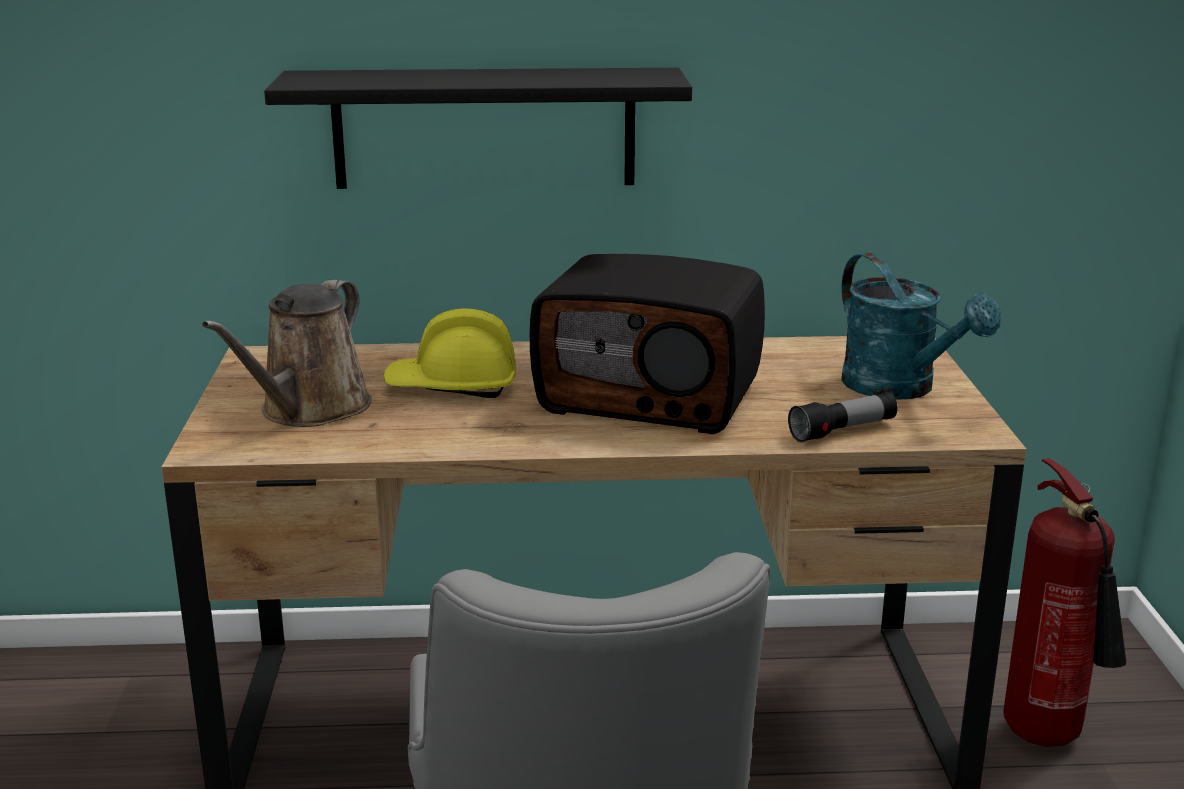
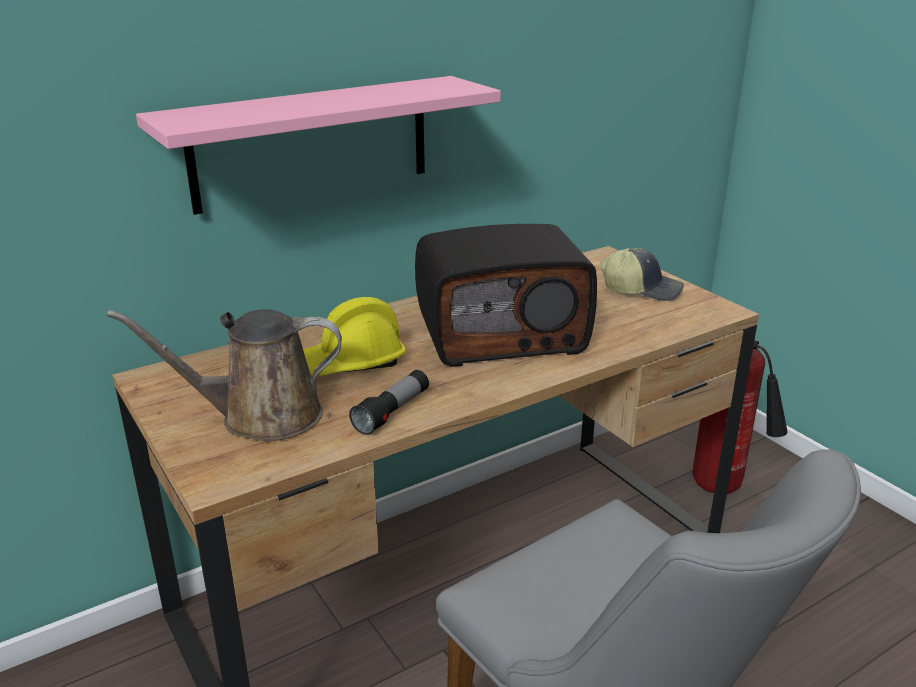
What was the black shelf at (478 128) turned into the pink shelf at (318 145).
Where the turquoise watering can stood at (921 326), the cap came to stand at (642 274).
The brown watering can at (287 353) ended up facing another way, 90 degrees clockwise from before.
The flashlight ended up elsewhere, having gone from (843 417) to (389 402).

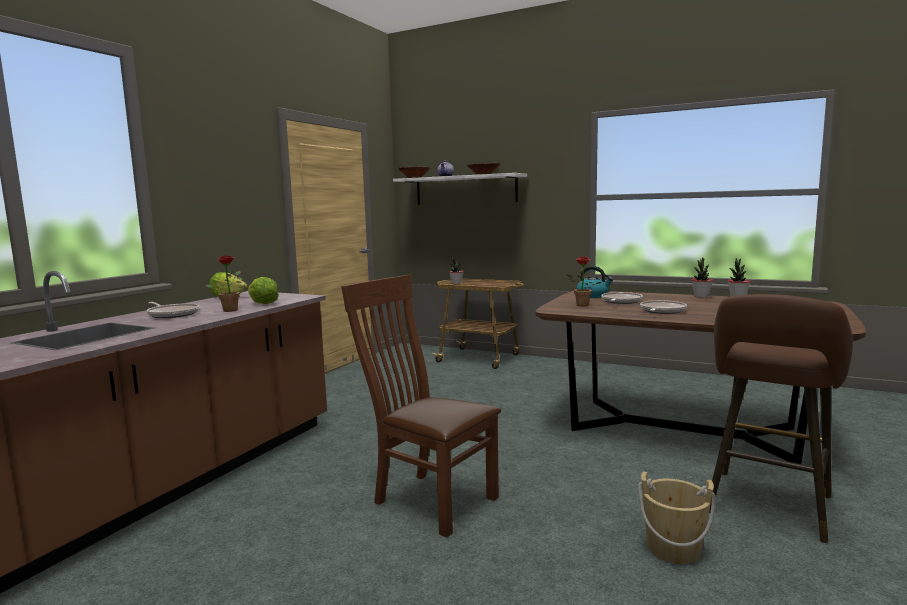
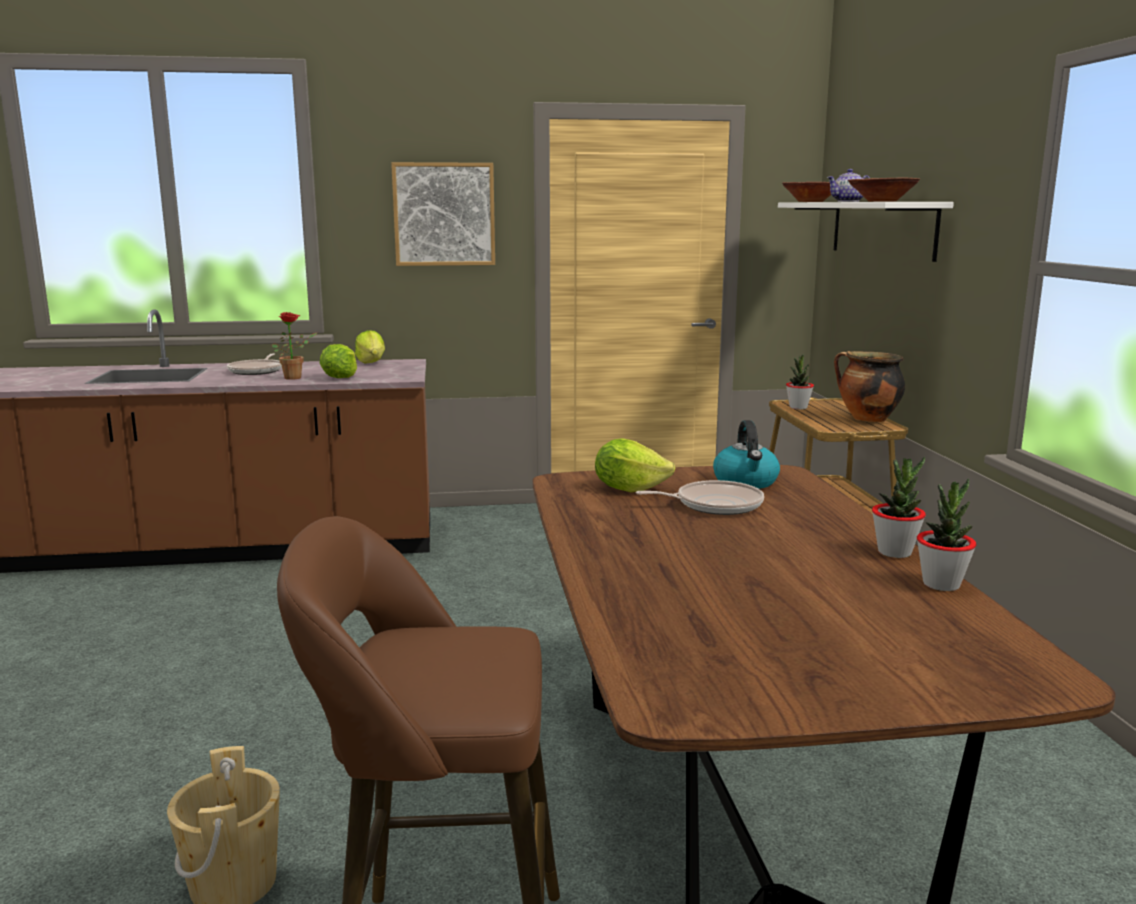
Where the potted plant stood at (584 281), the lettuce came to stand at (635 465).
The second view lost the brown chair at (421 406).
The second view lost the frying pan at (663 307).
The second view gained the picture at (443 214).
The second view gained the cooking pot at (869 386).

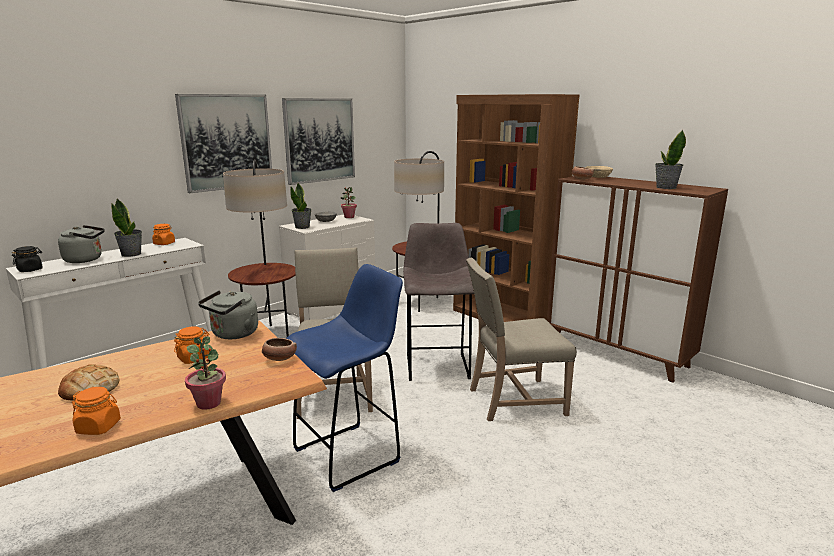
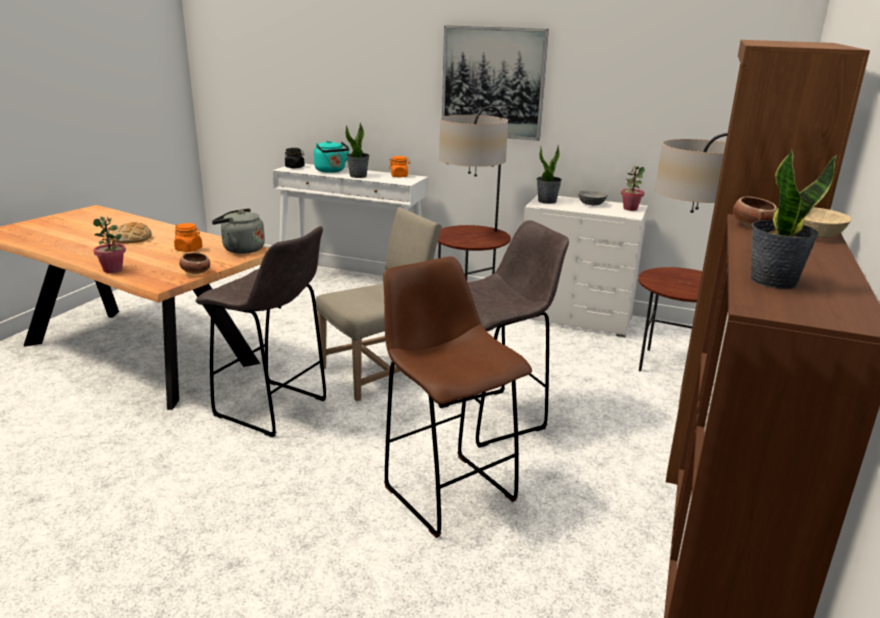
The second view lost the picture at (318 141).
What was the grey kettle at (81 244) turned into the turquoise kettle at (331 156).
Where the beige chair stood at (521 339), the brown stool came to stand at (457 397).
What was the blue stool at (344 378) turned into the grey stool at (261 331).
The second view lost the orange jar at (96 411).

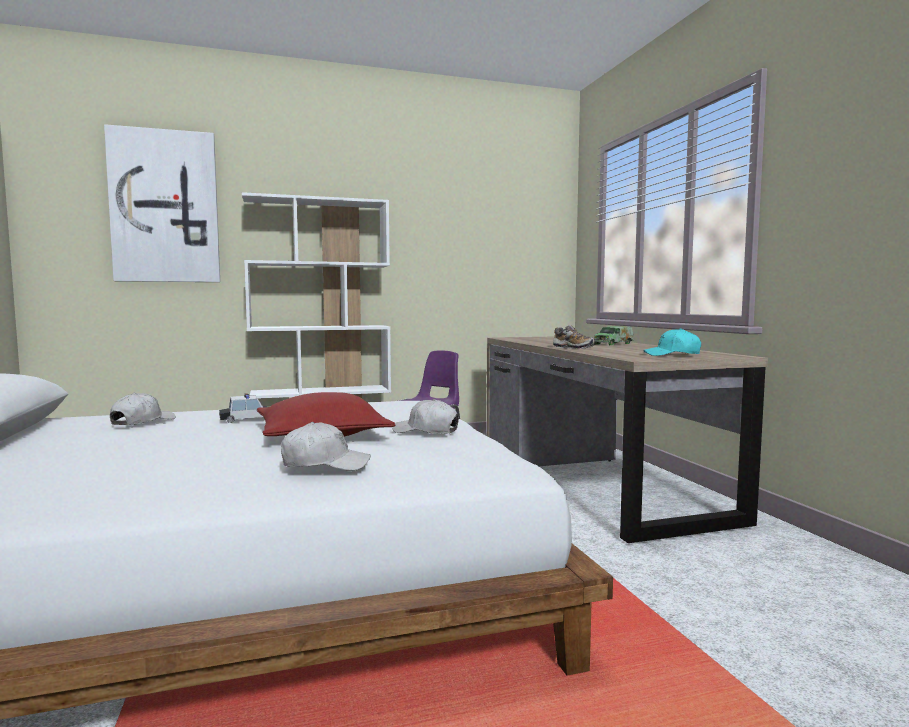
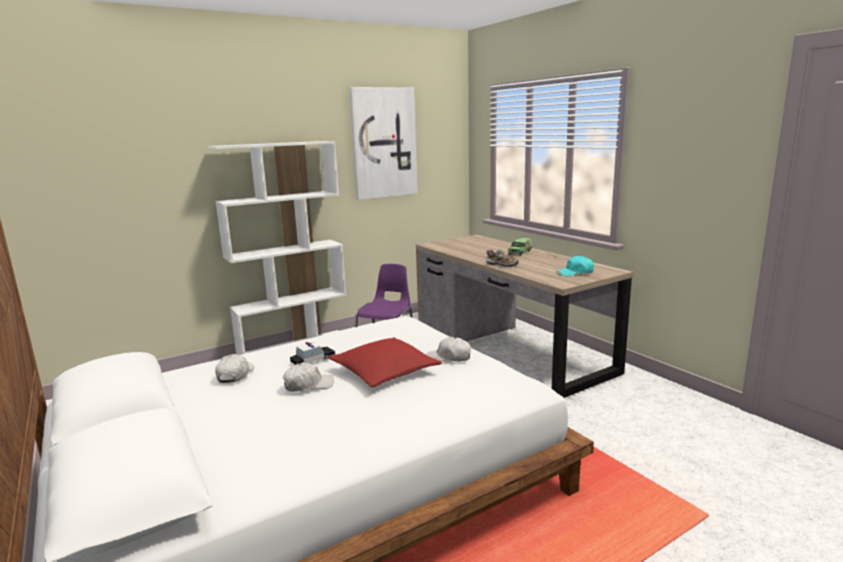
The picture ended up elsewhere, having gone from (162 203) to (383 143).
The white cap ended up elsewhere, having gone from (325 446) to (308 377).

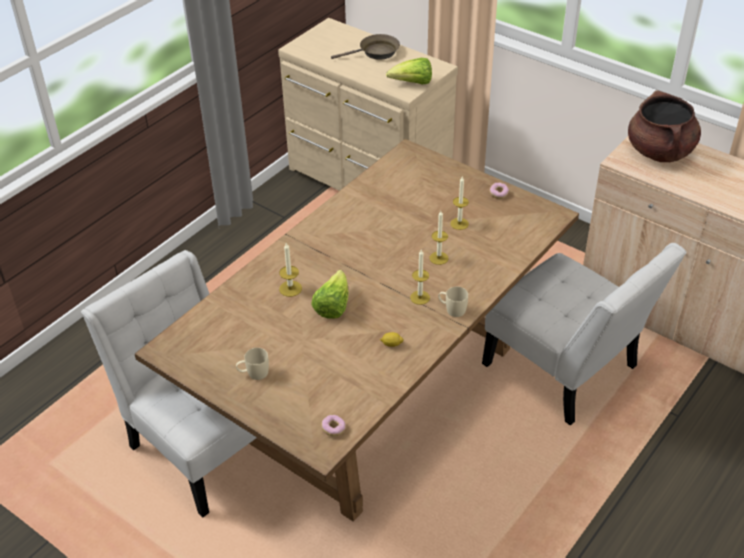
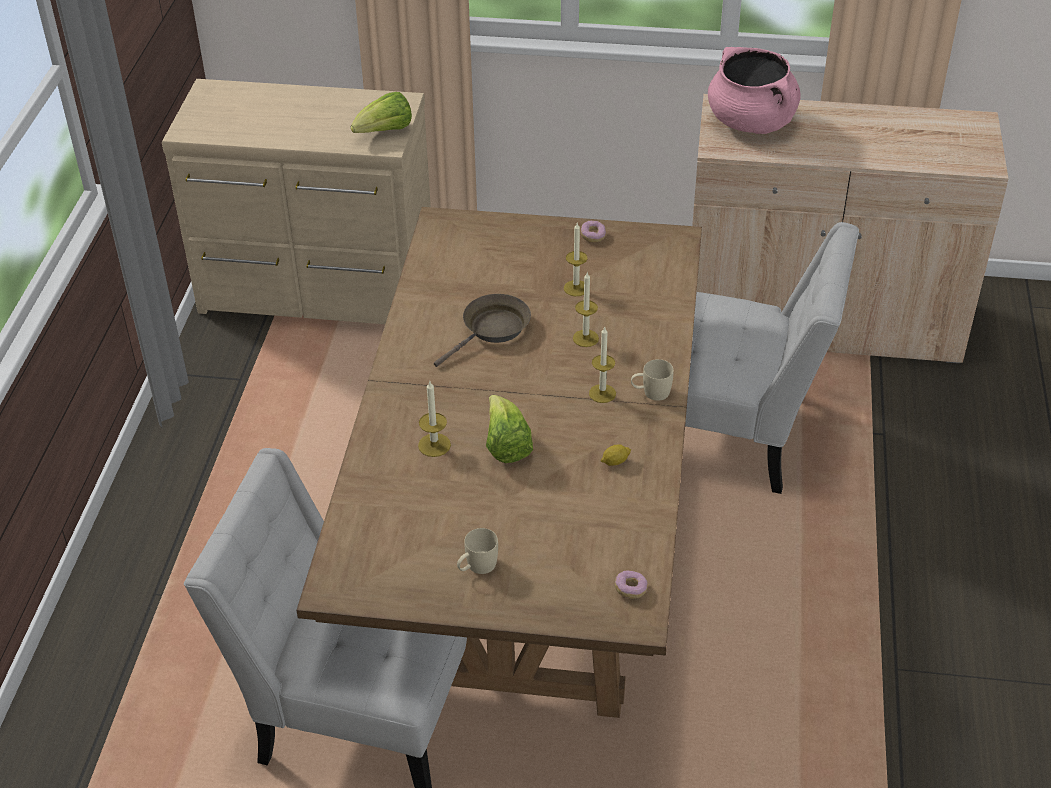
The brown frying pan ended up elsewhere, having gone from (365 47) to (482 330).
What was the brown cooking pot at (664 126) turned into the pink cooking pot at (754 90).

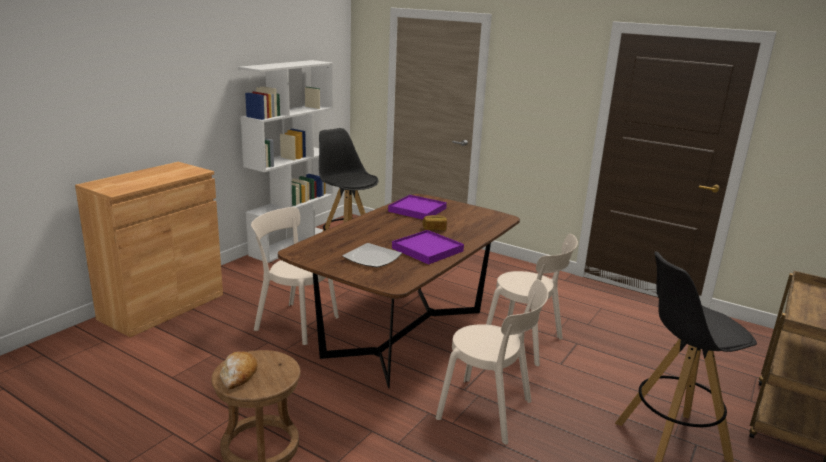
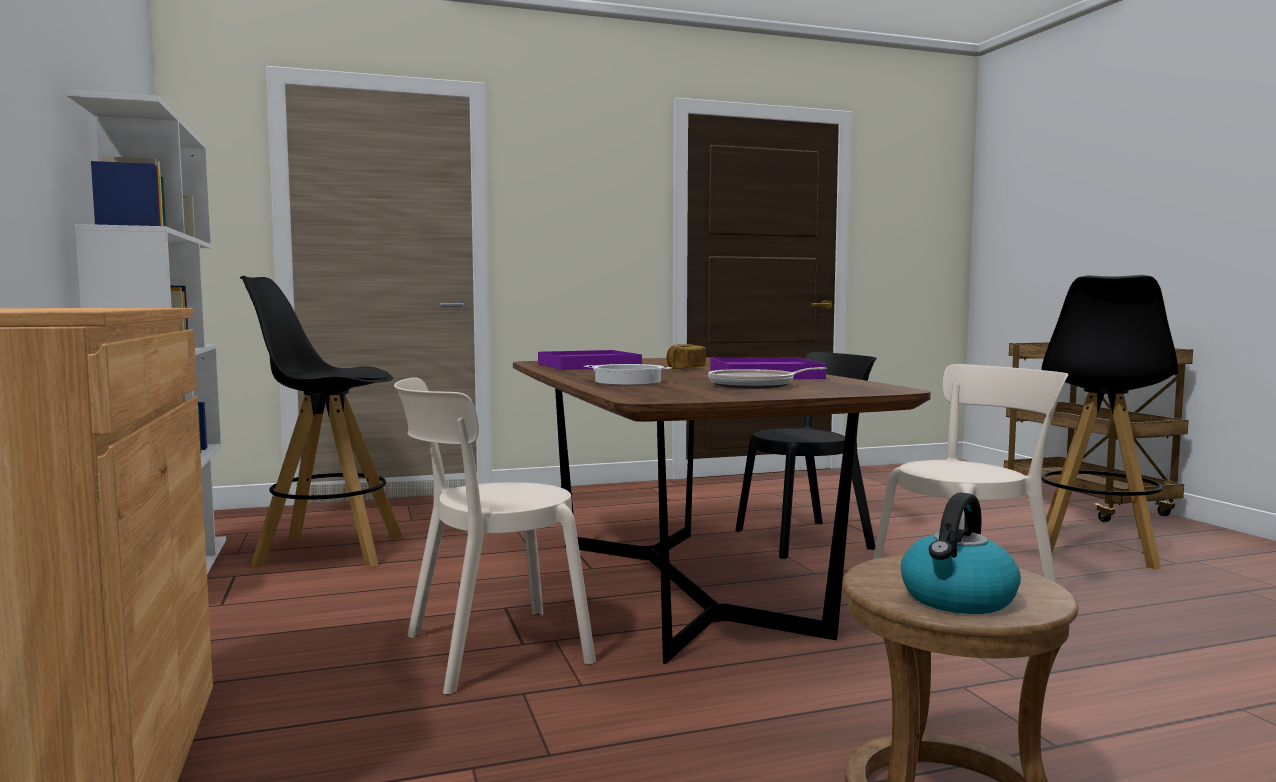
What was the beige chair at (532 300) turned into the black chair at (806 455).
Where the plate stood at (372 255), the frying pan came to stand at (767 378).
Where the bread stood at (239 370), the kettle came to stand at (961 553).
The second view gained the cooking pot at (628 374).

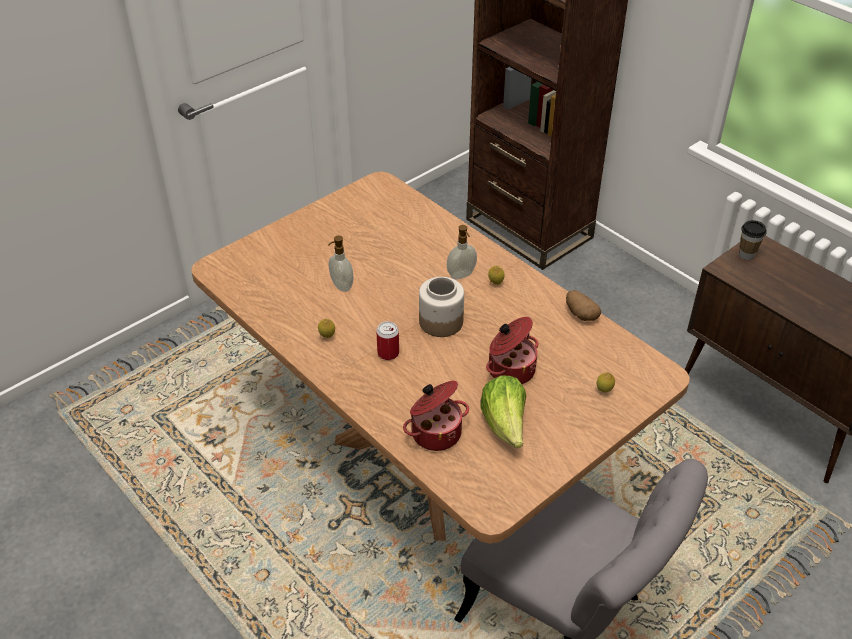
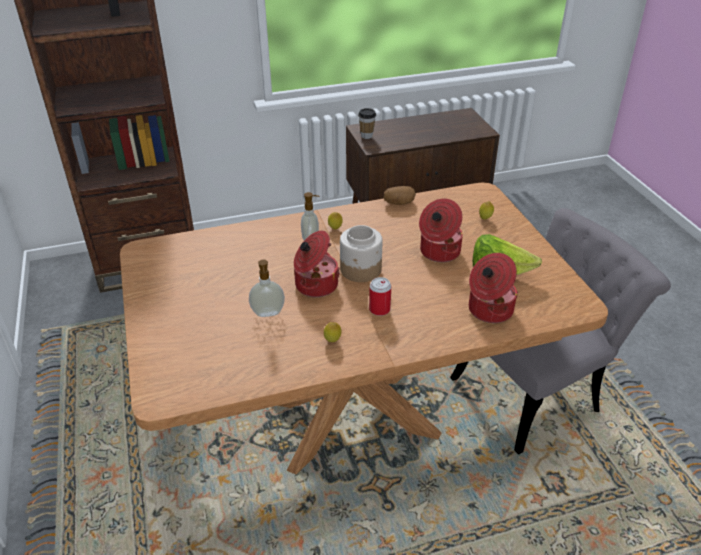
The second view gained the cooking pot at (317 264).

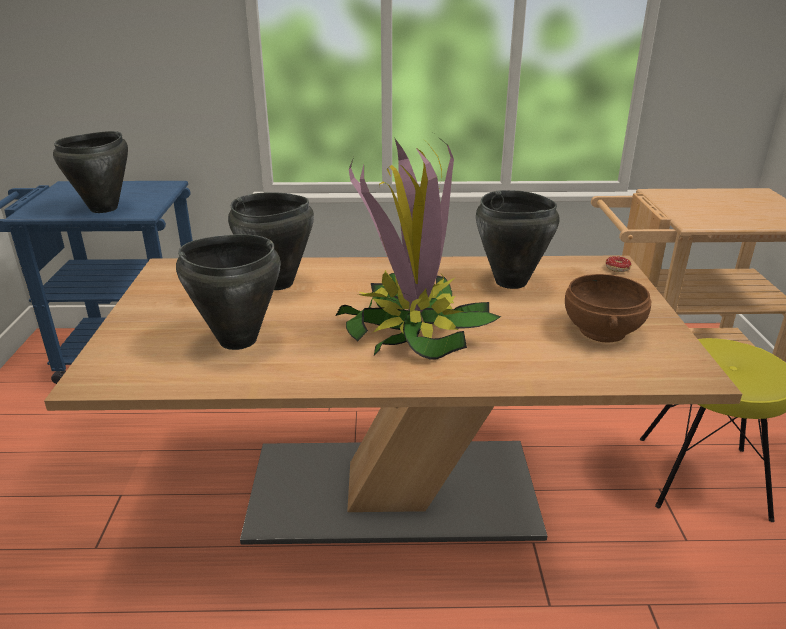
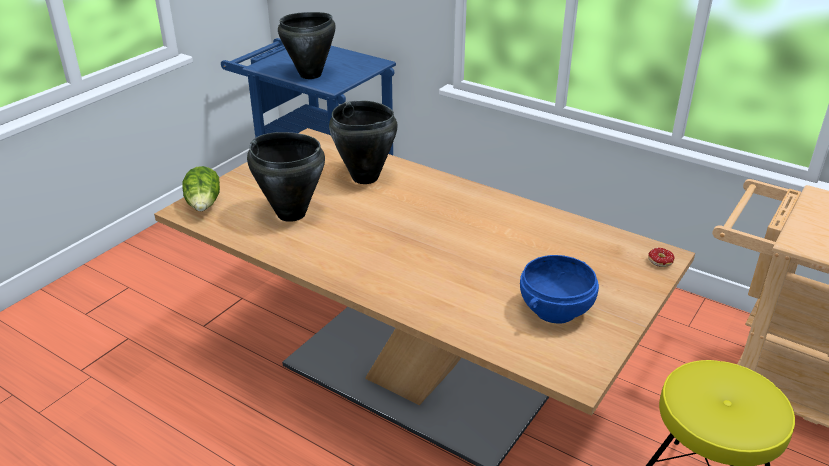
The second view lost the potted plant at (418 247).
The second view lost the black cooking pot at (518 239).
What was the brown bowl at (608 308) turned into the blue bowl at (559 289).
The second view gained the lettuce at (201 188).

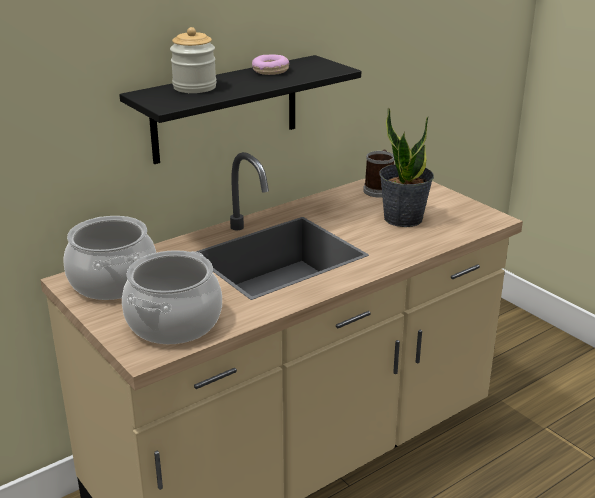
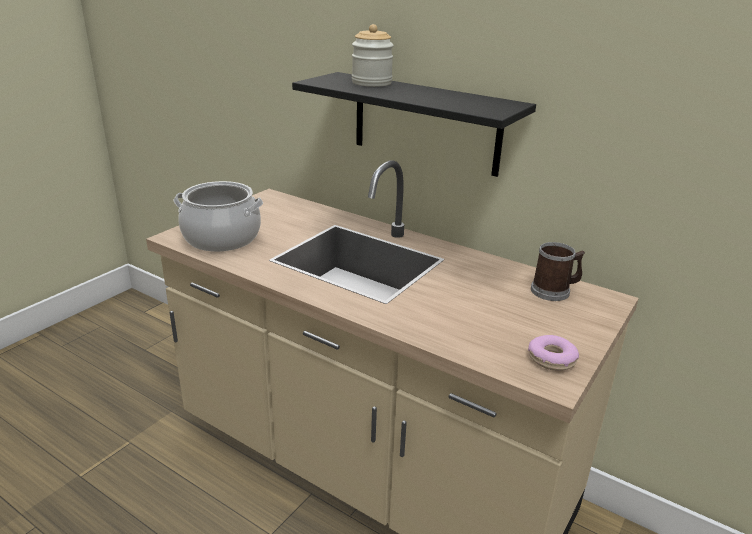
The donut ended up elsewhere, having gone from (270 64) to (553 353).
The second view lost the potted plant at (406 167).
The second view lost the cooking pot at (110 258).

